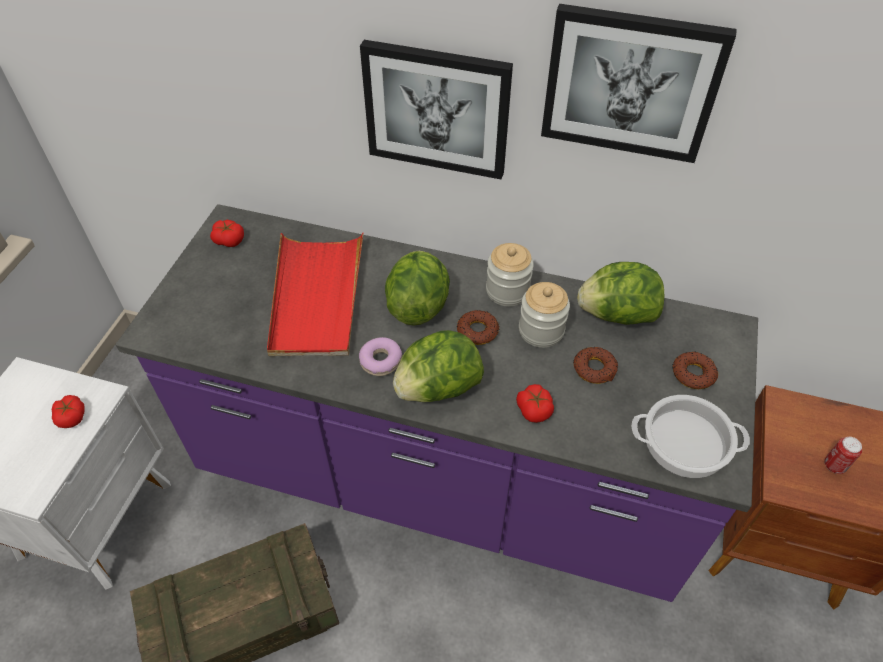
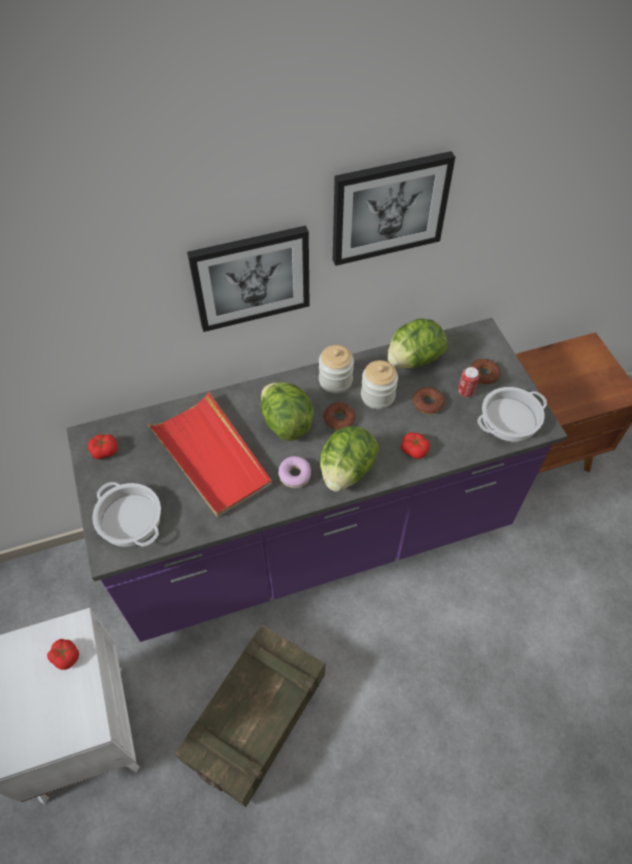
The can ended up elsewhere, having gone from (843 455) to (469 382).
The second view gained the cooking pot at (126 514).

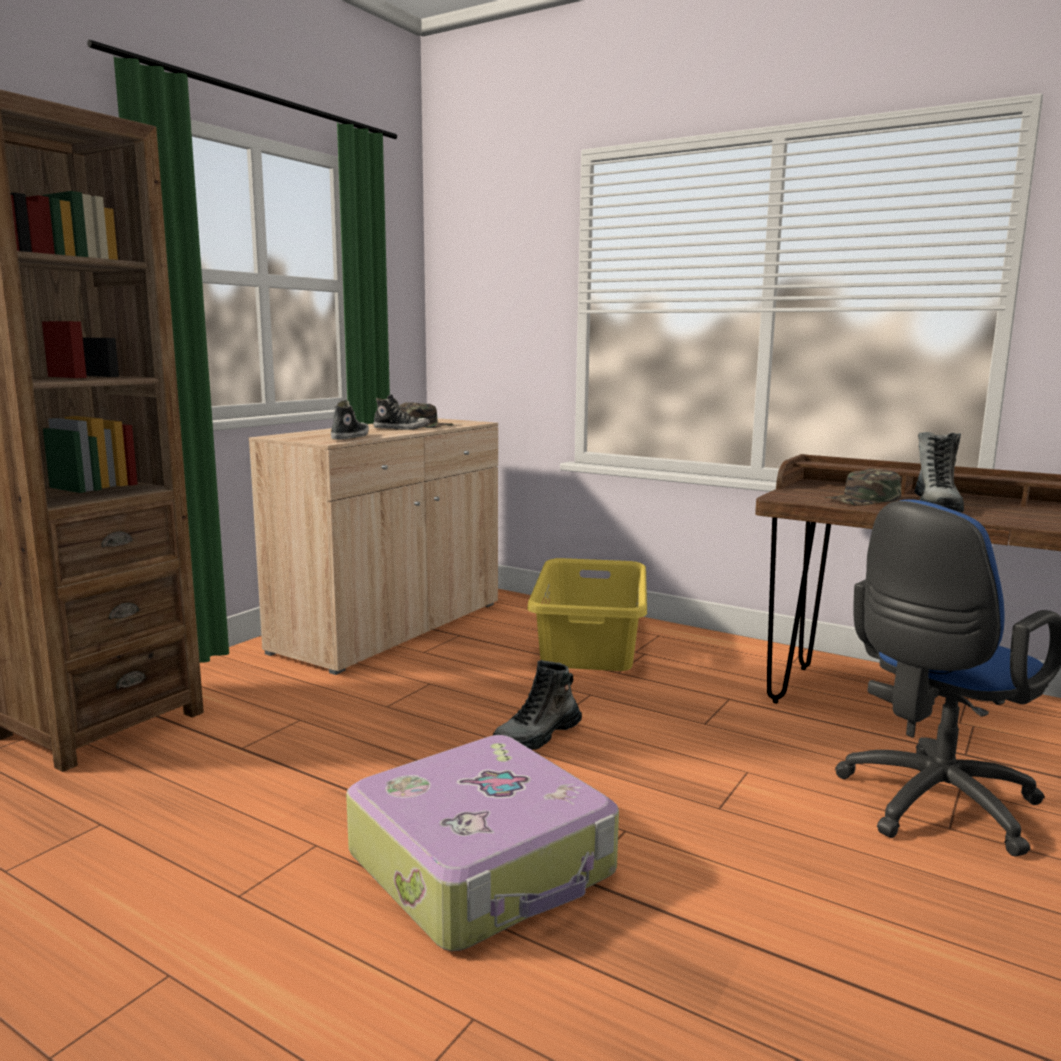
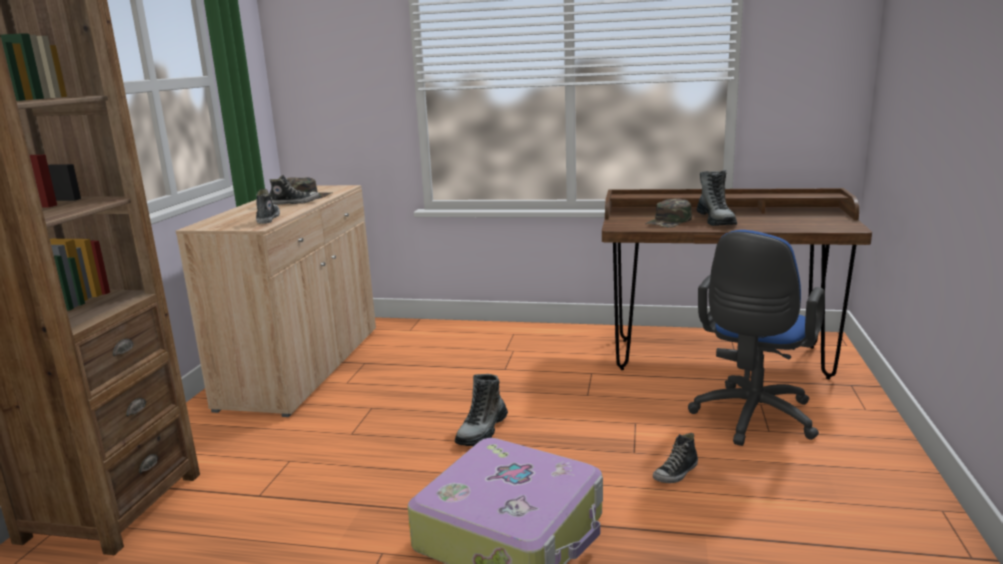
The second view lost the yellow laundry basket at (587 614).
The second view gained the shoe at (675 458).

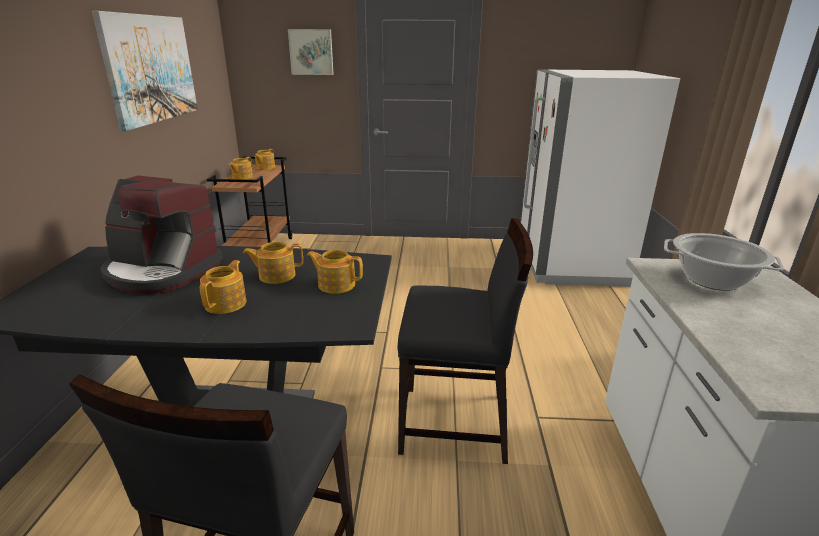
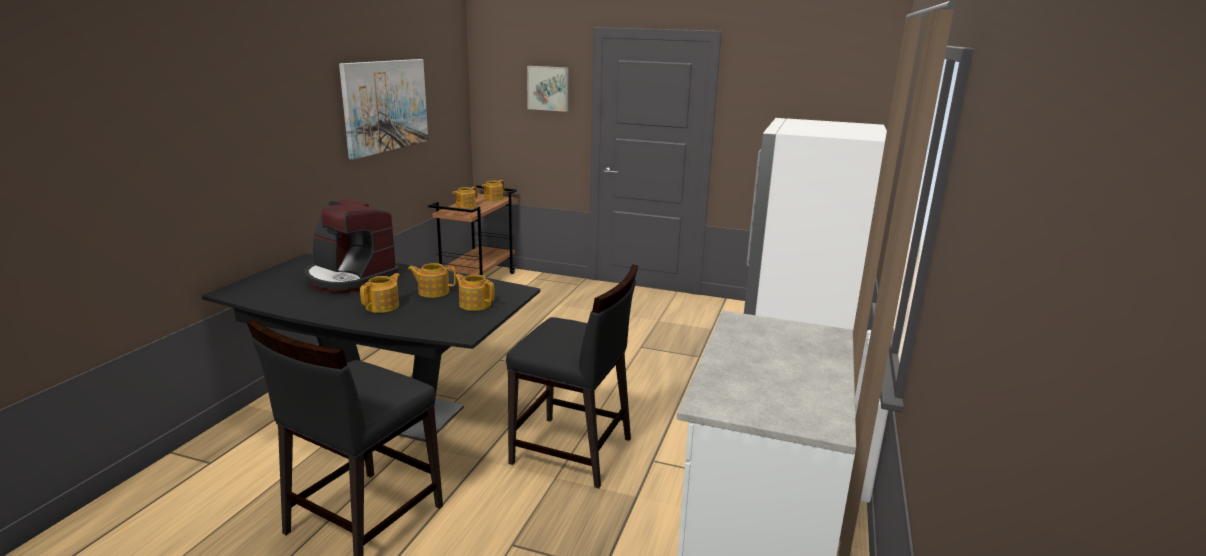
The second view lost the cooking pot at (724 262).

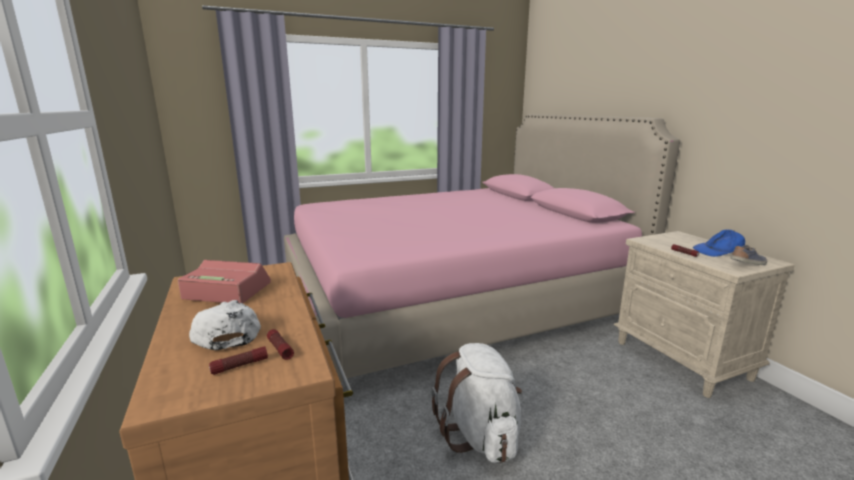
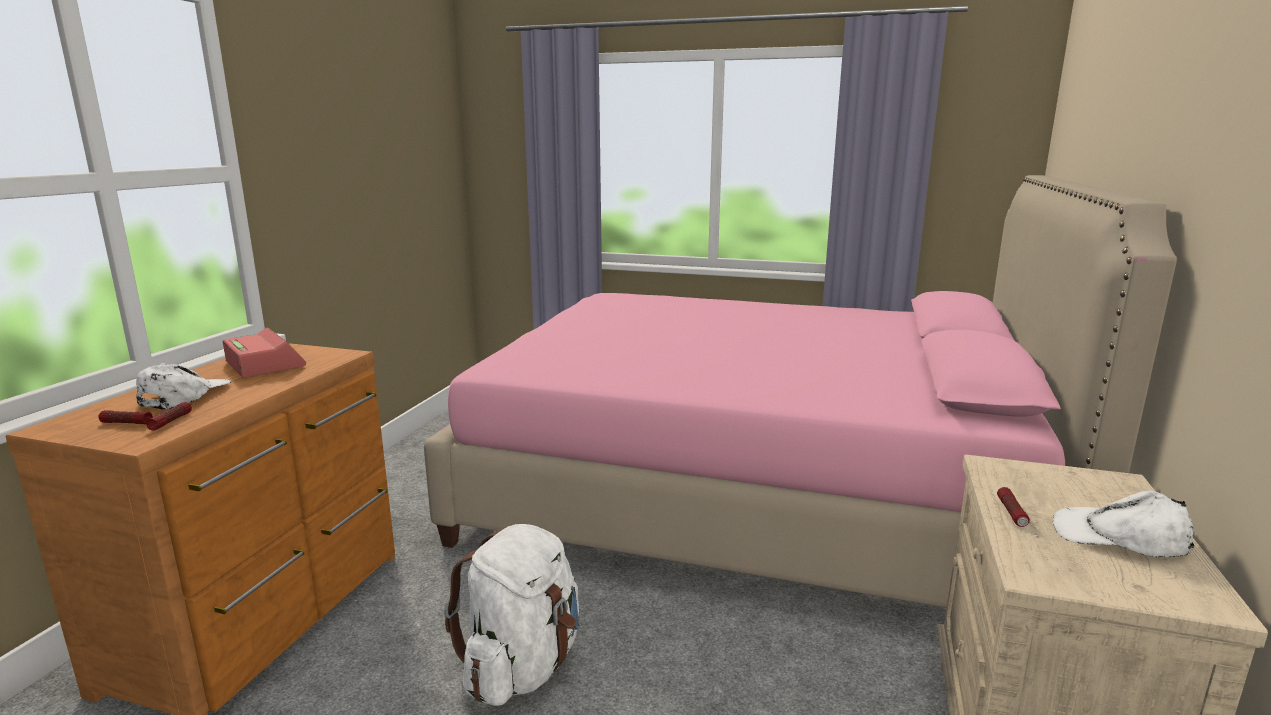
What was the blue cap at (719 243) turned into the white cap at (1123 523).
The second view lost the shoe at (748 255).

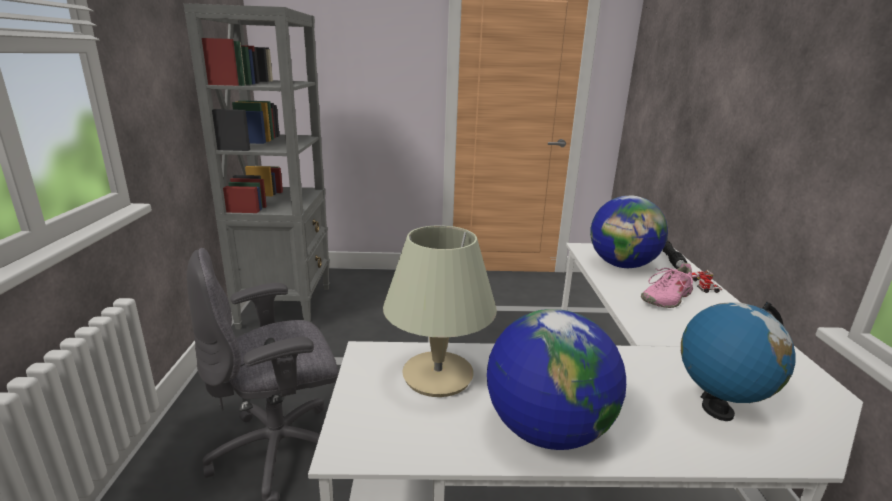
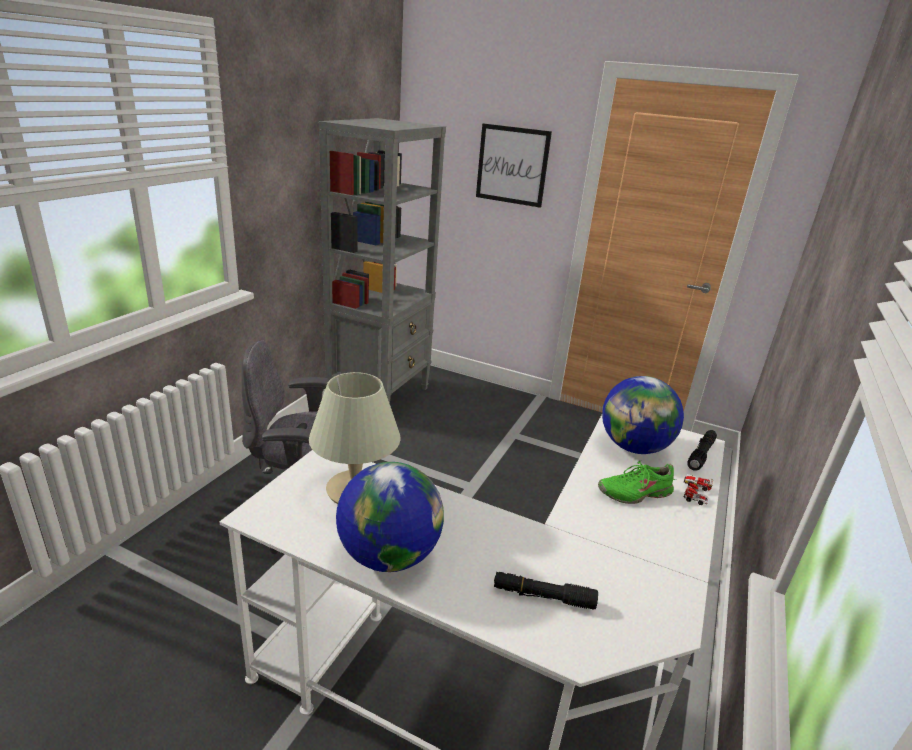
What was the pink shoe at (670 285) turned into the green shoe at (636 482).
Where the globe stood at (738 361), the black flashlight came to stand at (546 591).
The second view gained the picture at (514 165).

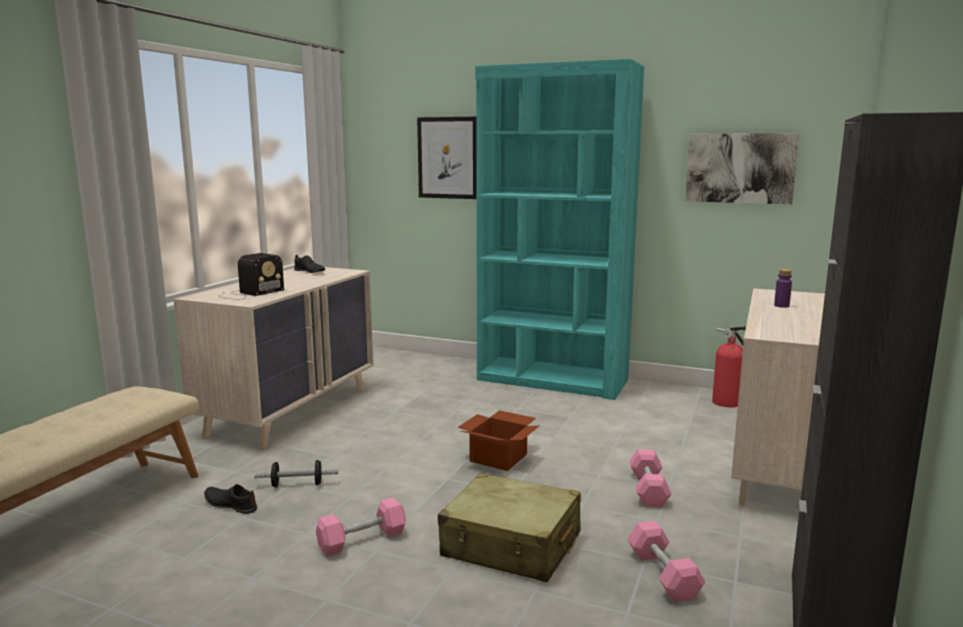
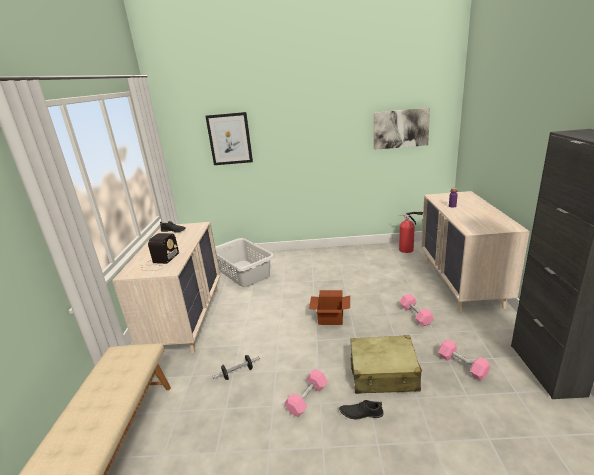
The second view lost the turquoise bookcase at (560 229).
The black shoe ended up elsewhere, having gone from (230 499) to (361 410).
The second view gained the grey laundry basket at (245 262).

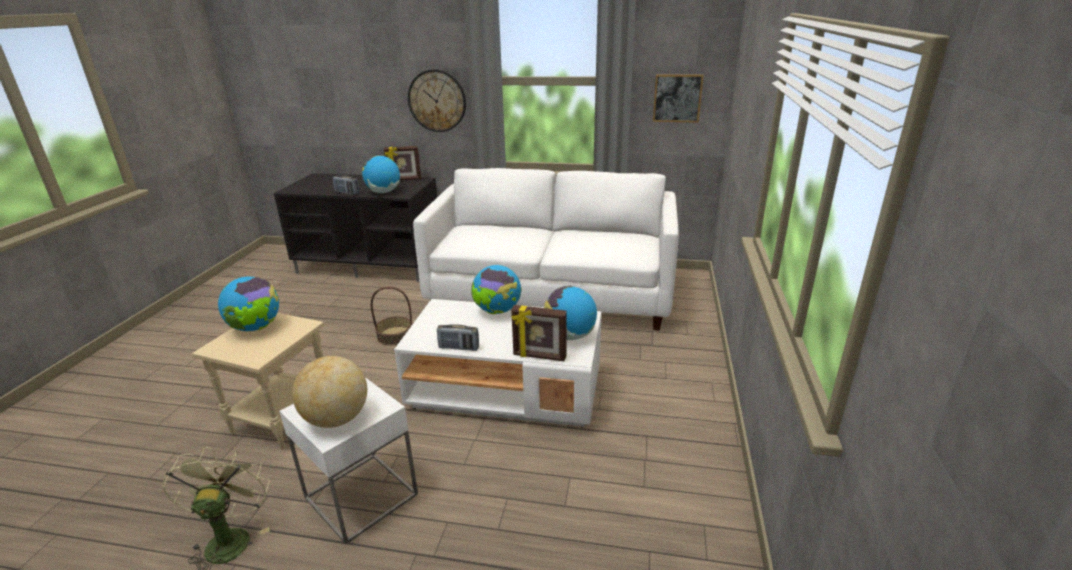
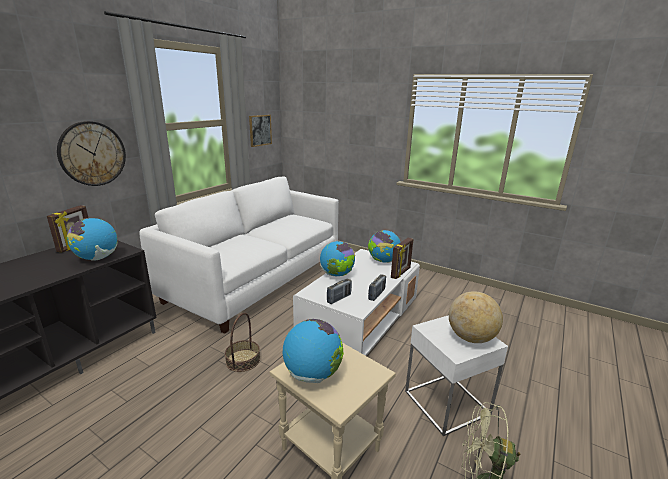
The radio ended up elsewhere, having gone from (346 185) to (339 291).

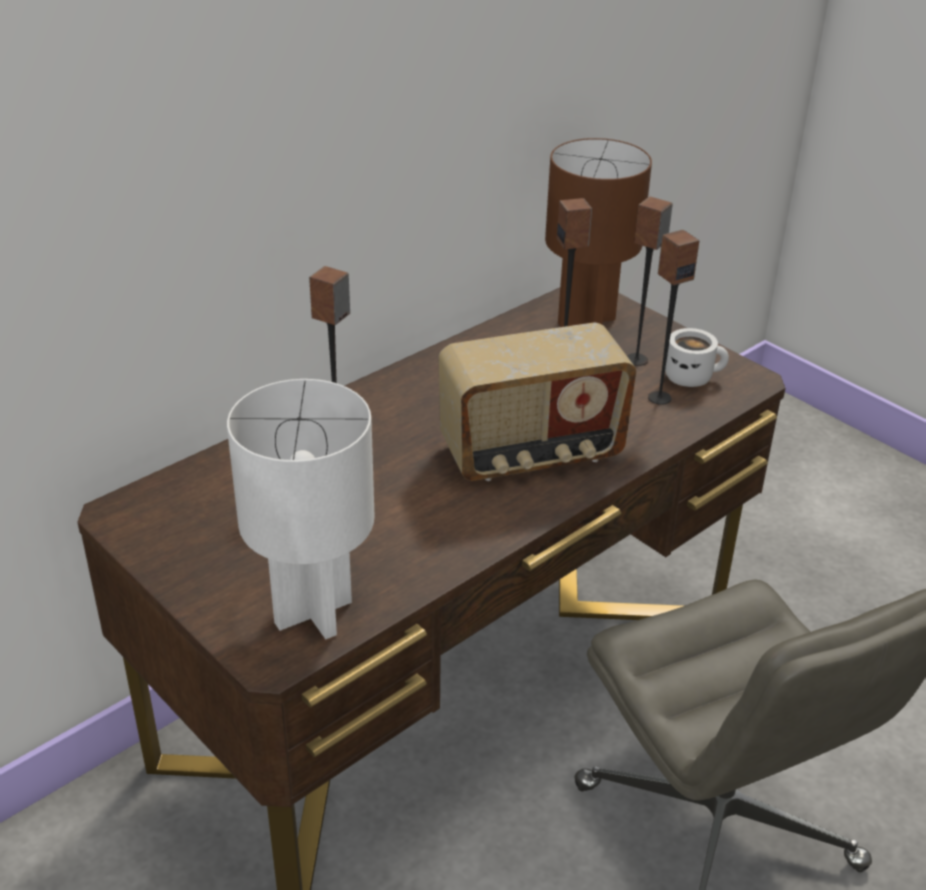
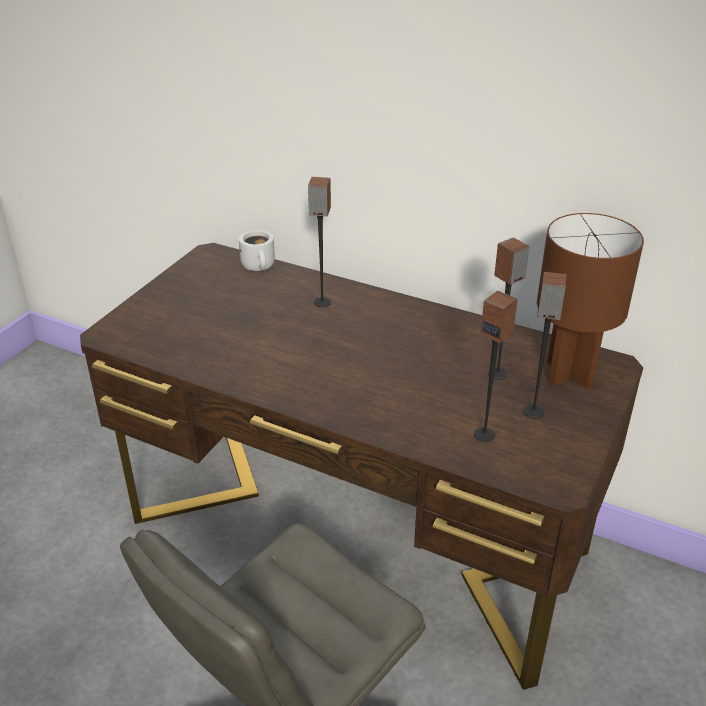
The second view lost the radio at (537 402).
The white mug ended up elsewhere, having gone from (697 357) to (257 250).
The second view lost the white table lamp at (301 509).

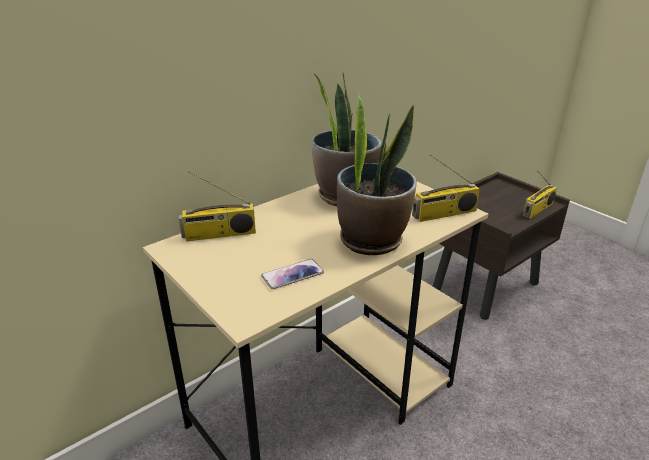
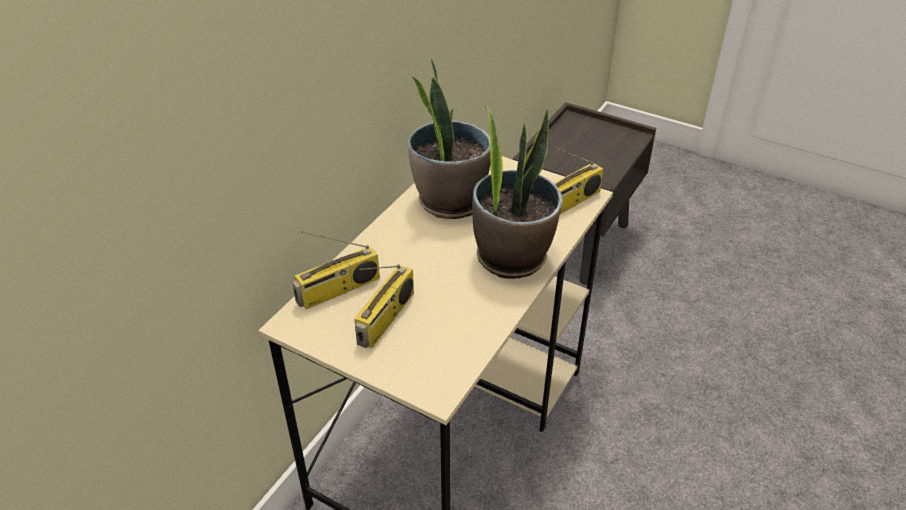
The radio ended up elsewhere, having gone from (540 194) to (384 306).
The second view lost the phone at (292 274).

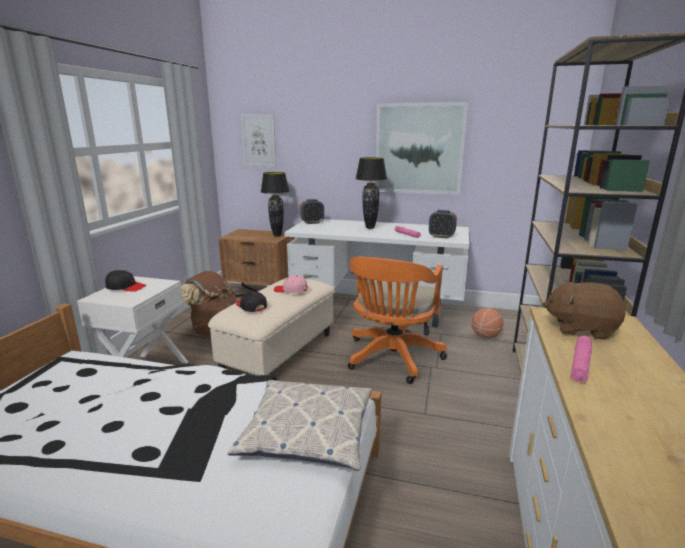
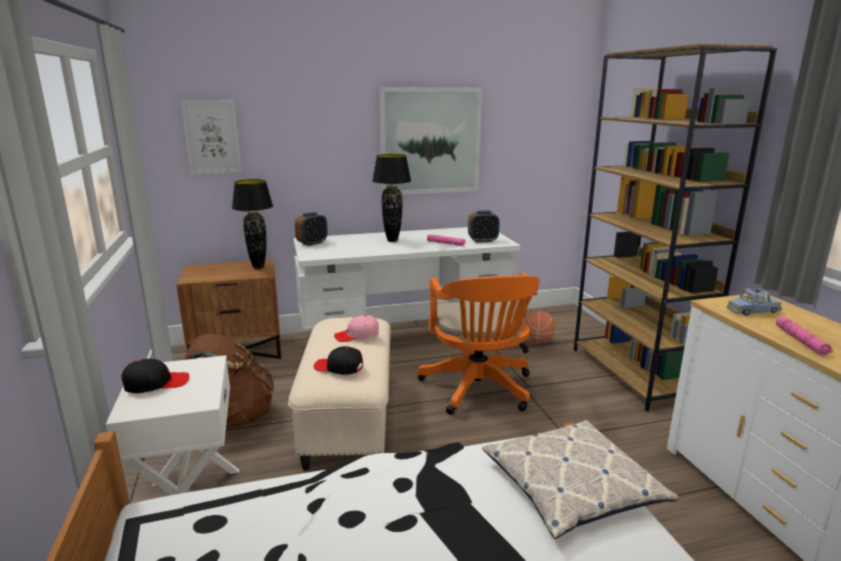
Where the brown plush toy stood at (584 310), the blue toy car came to stand at (754 302).

